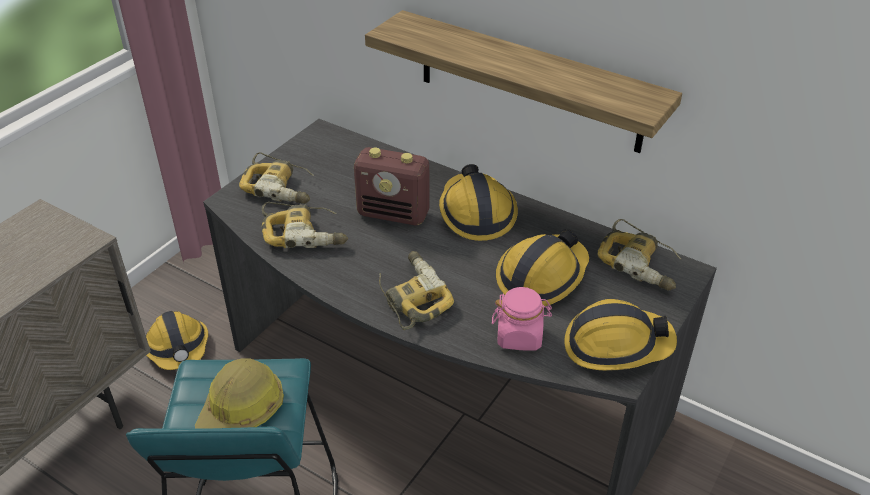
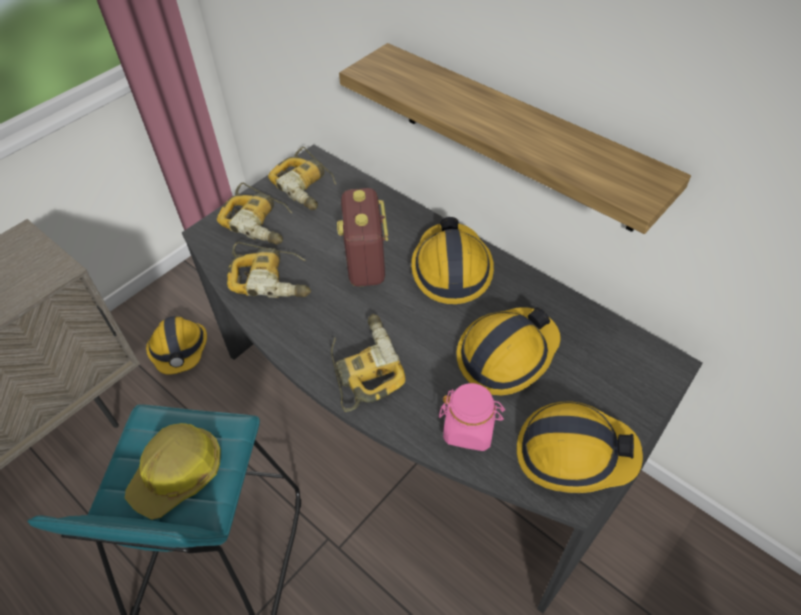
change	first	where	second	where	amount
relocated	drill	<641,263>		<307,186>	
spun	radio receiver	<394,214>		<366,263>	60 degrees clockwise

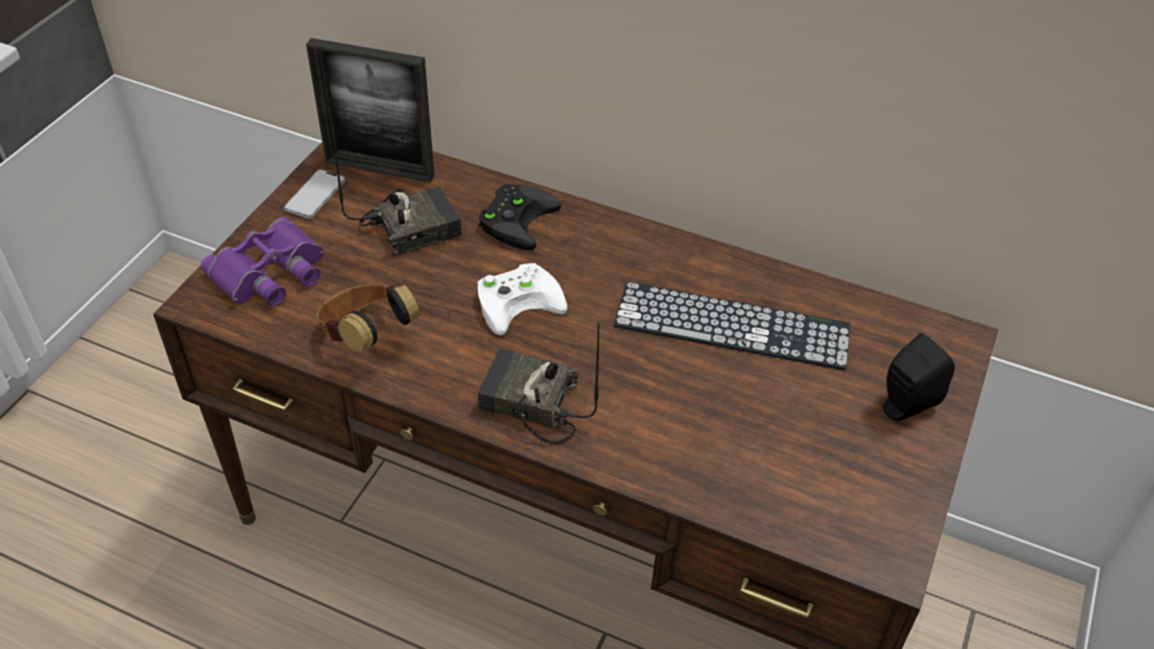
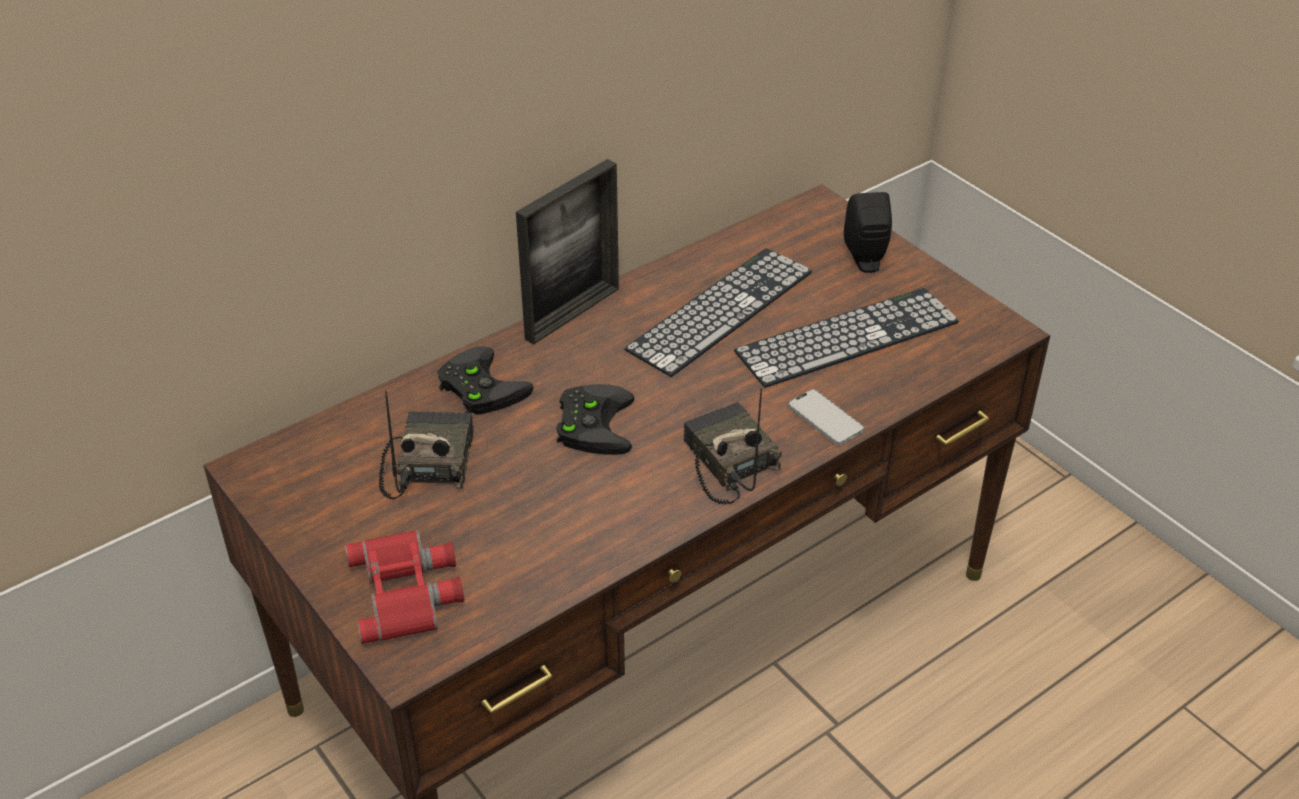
change	first	where	second	where	amount
colour	purplish field glasses	<271,273>	red field glasses	<408,591>	
relocated	standing frame	<380,169>		<572,313>	
colour	white gamepad	<520,299>	black-coloured gamepad	<592,423>	
spun	radio receiver	<529,404>		<726,462>	105 degrees clockwise
appeared			computer keyboard	<847,337>	
relocated	telephone	<315,195>		<825,418>	
missing	headset	<367,337>			

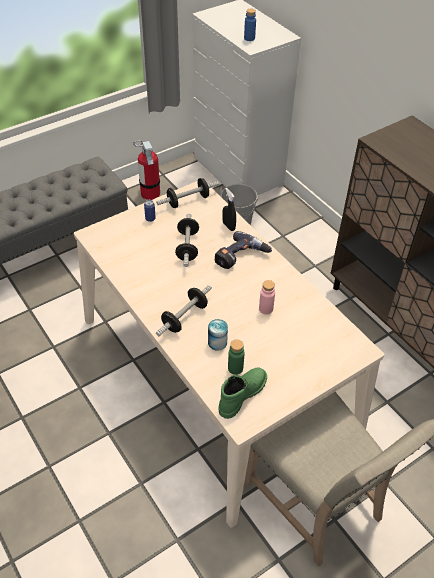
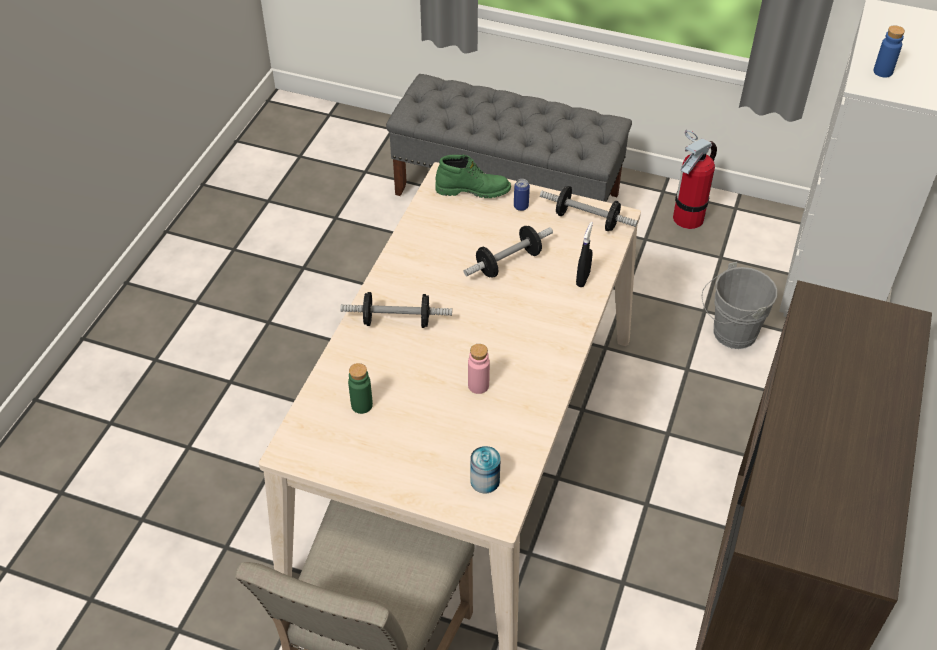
change	first	where	second	where	amount
relocated	green-coloured tall boot	<241,394>		<473,190>	
relocated	metal can	<217,342>		<485,481>	
missing	drill	<241,258>			

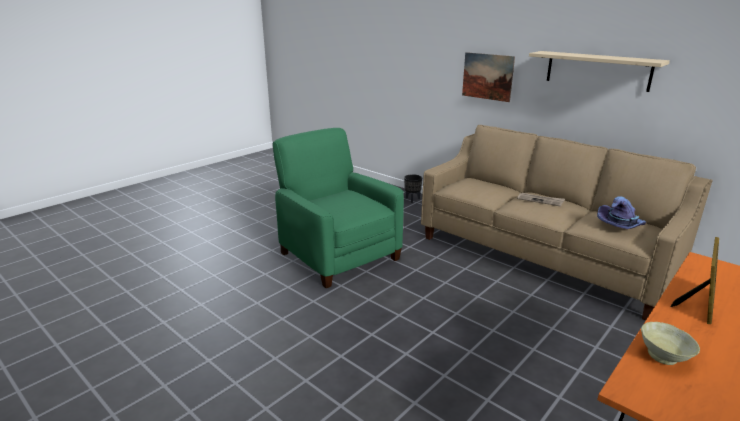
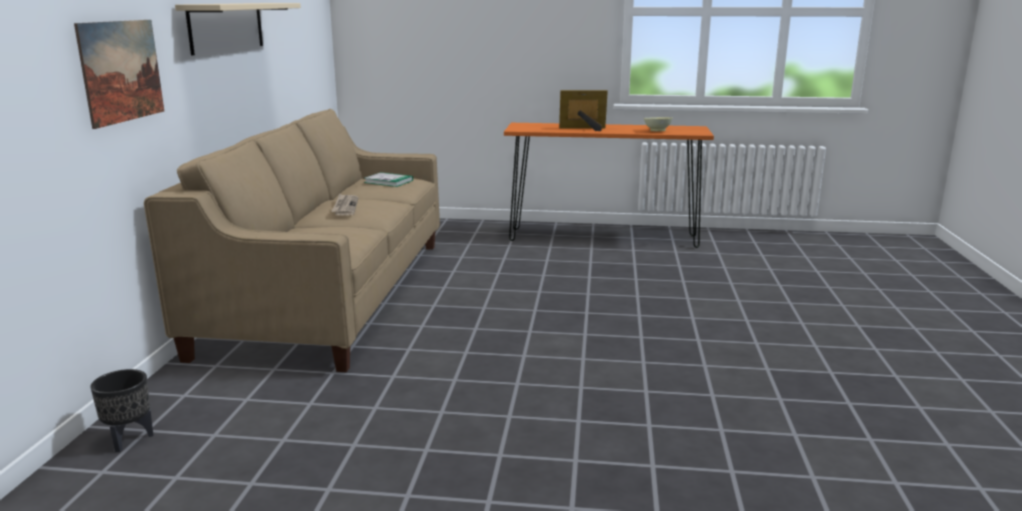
change	first	where	second	where	amount
exchanged	purplish clothing hat	<620,226>	bound book	<388,181>	
missing	green-coloured armchair	<338,255>			

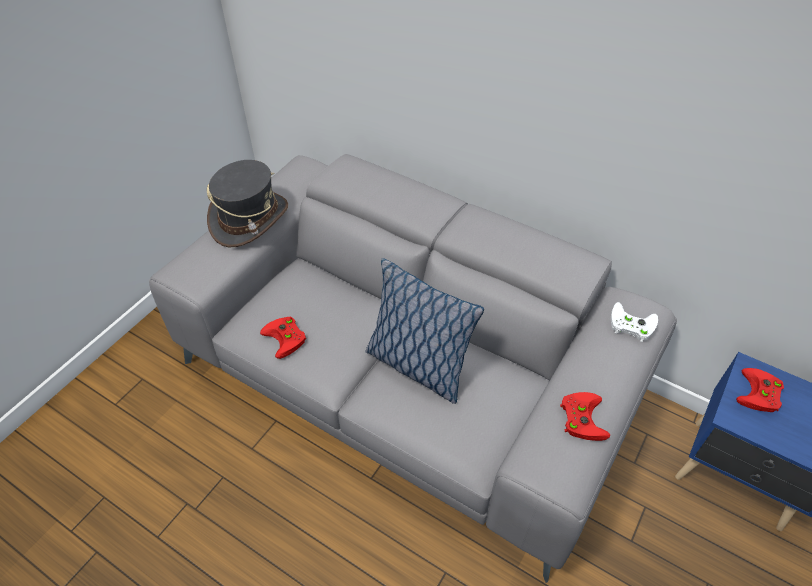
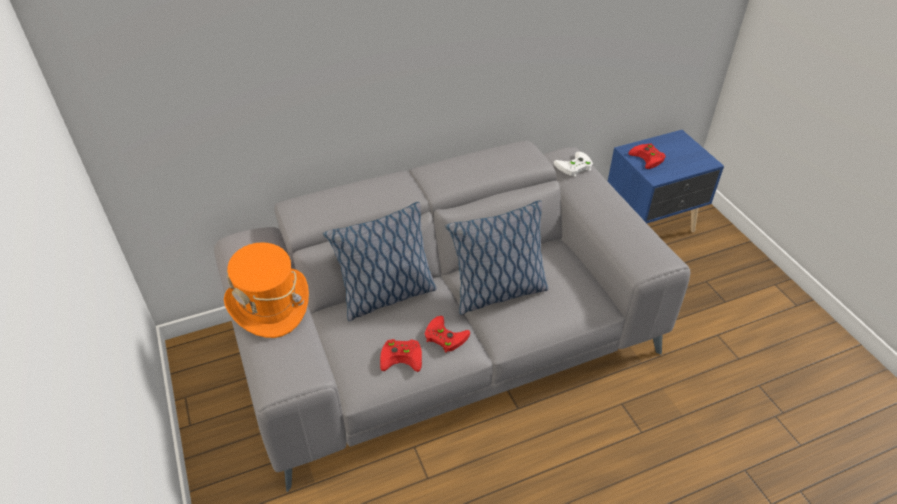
change	first	where	second	where	amount
colour	greyish clothing hat	<249,219>	orange-coloured clothing hat	<269,304>	
appeared			throw pillow	<386,296>	
relocated	red gamepad	<581,417>		<443,336>	

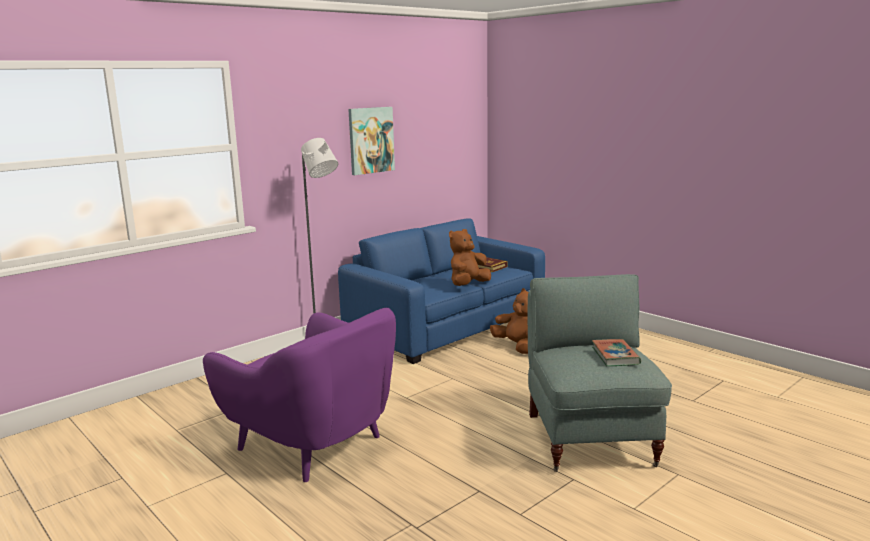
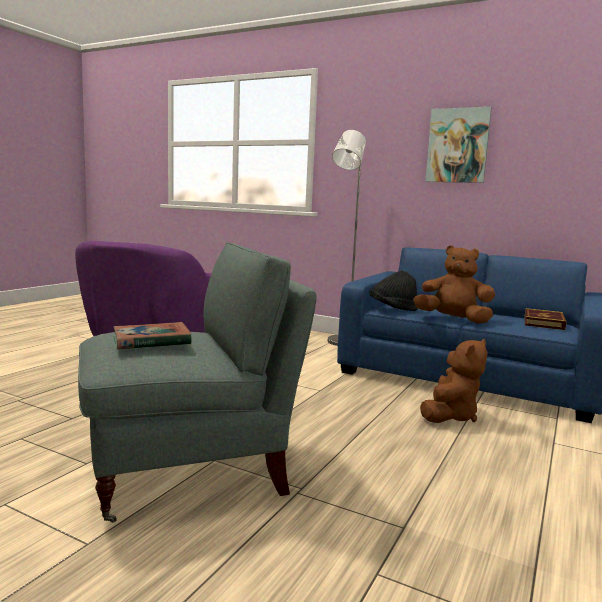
change	first	where	second	where	amount
appeared			black-coloured clothing hat	<392,309>	

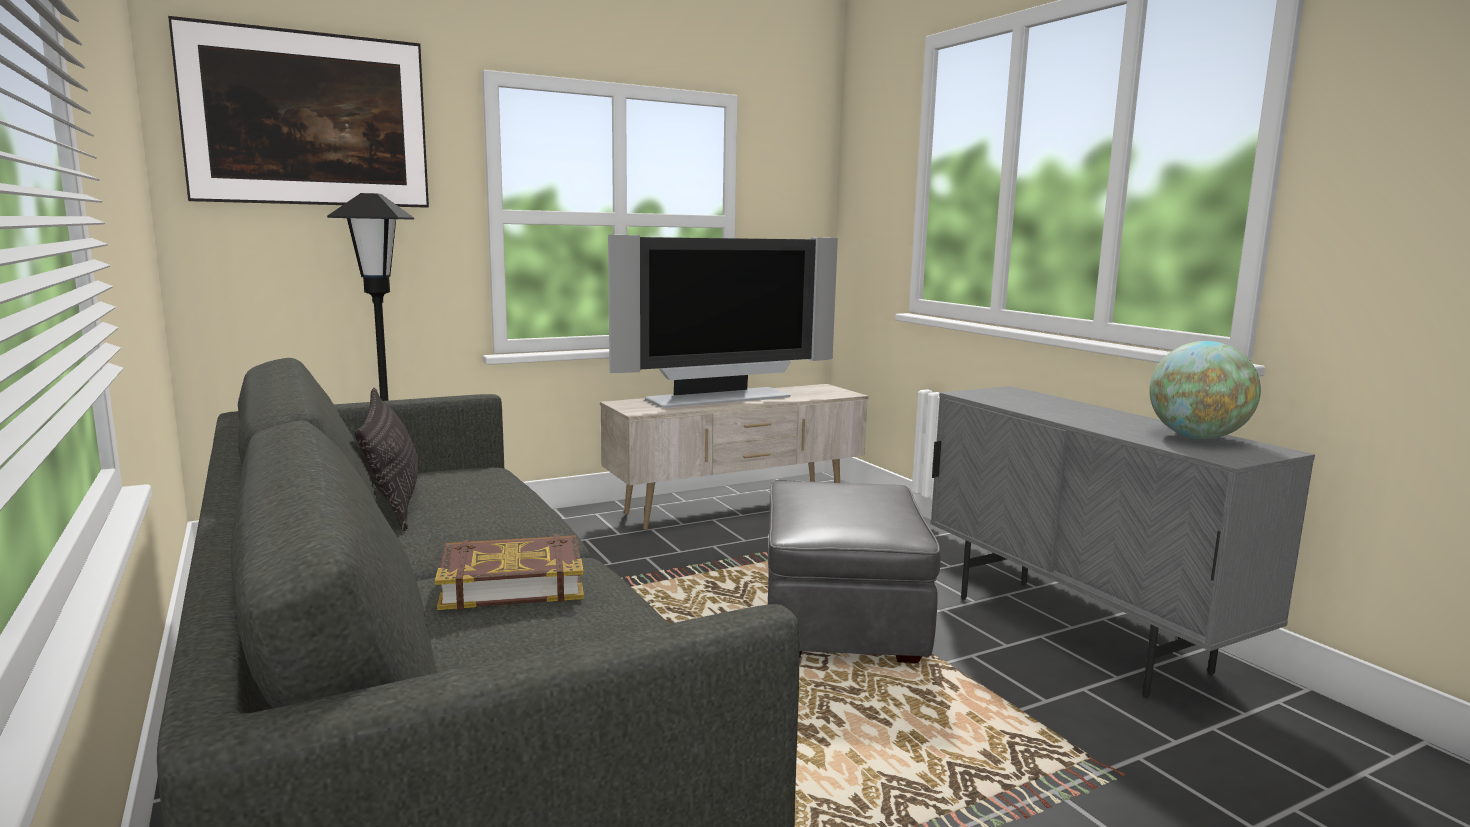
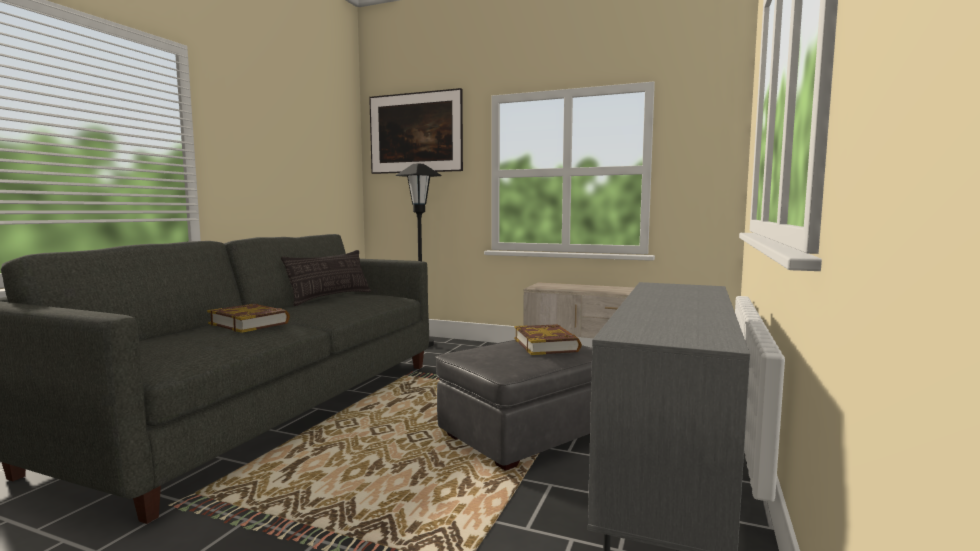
change	first	where	second	where	amount
appeared			bound book	<546,345>	
missing	television	<720,398>			
missing	desk globe	<1197,437>			

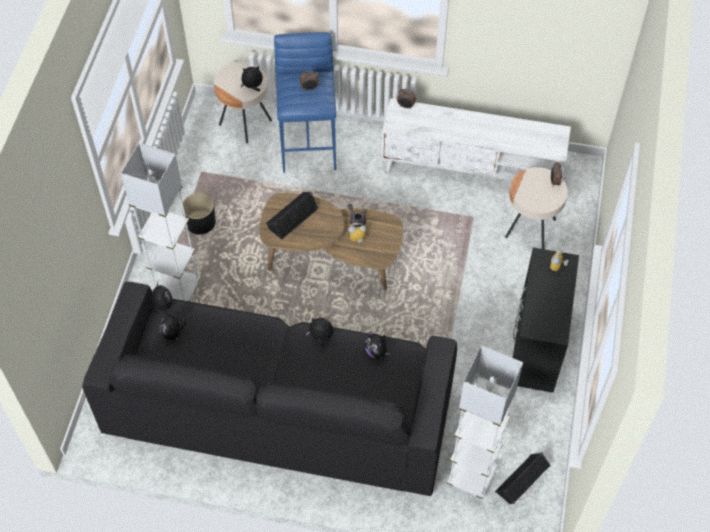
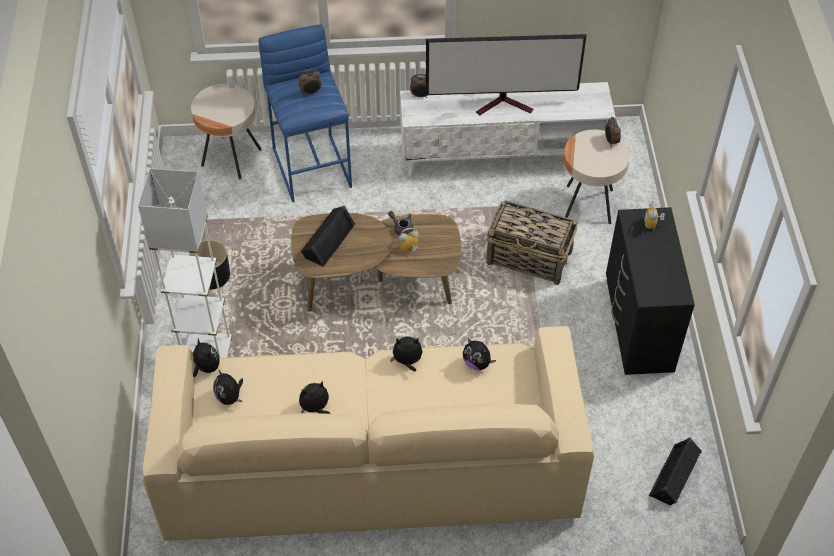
change	first	where	second	where	amount
colour	black-coloured settee	<279,410>	beige settee	<370,464>	
relocated	plush toy	<253,86>		<315,408>	
appeared			television	<505,105>	
appeared			household basket	<530,258>	
missing	white standing lamp	<471,476>			

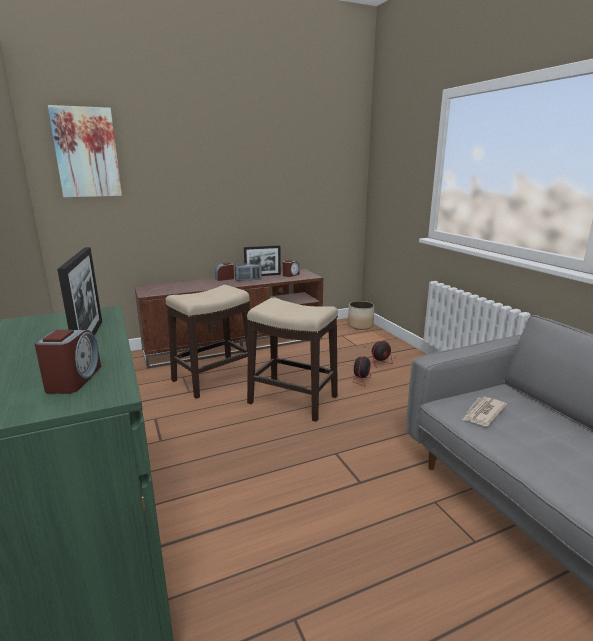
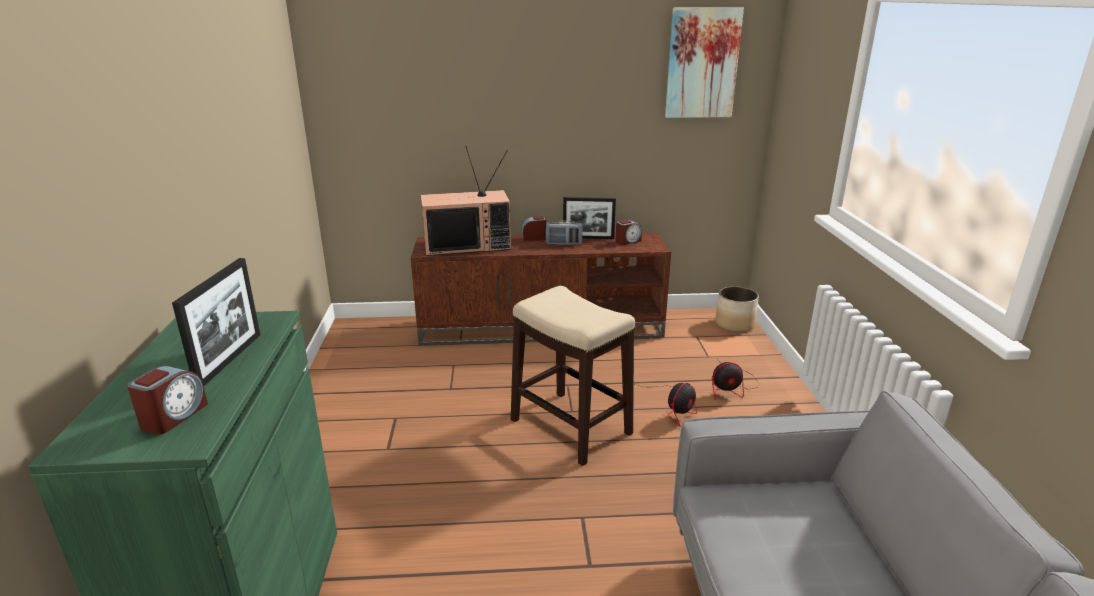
change	first	where	second	where	amount
appeared			television	<468,245>	
relocated	picture	<86,153>		<702,63>	
missing	stool seat	<214,378>			
missing	daily paper	<482,413>			

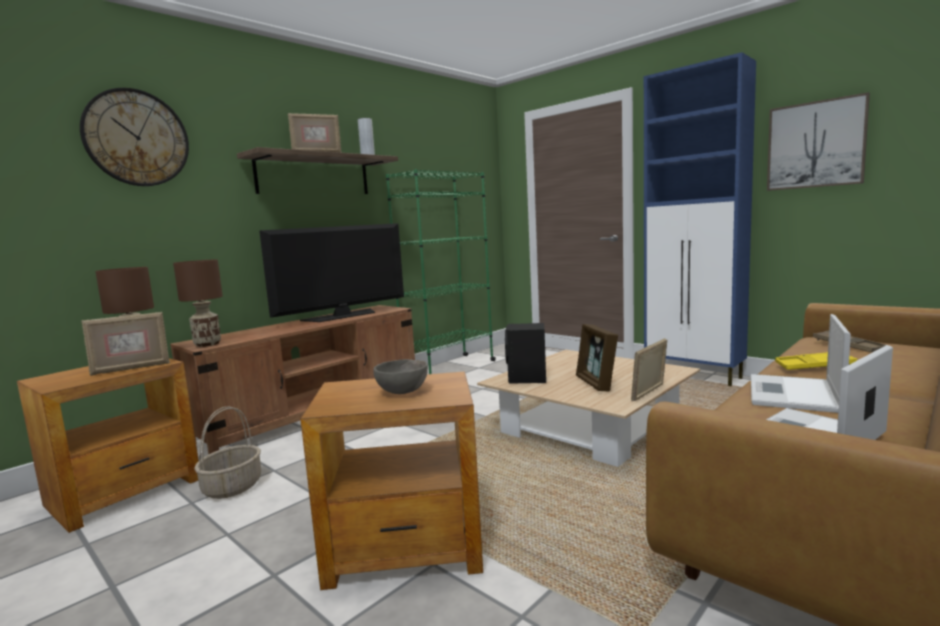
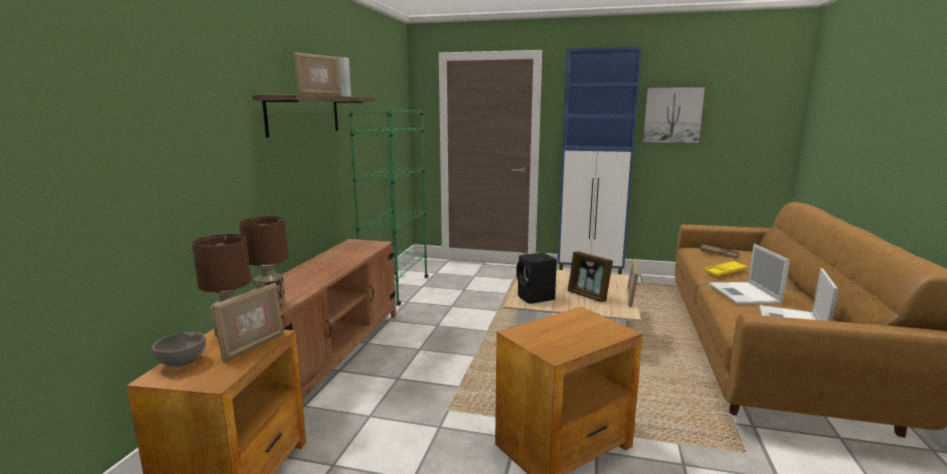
change	first	where	second	where	amount
relocated	greyish bowl	<403,392>		<183,363>	
missing	wall clock	<136,138>			
missing	household basket	<232,487>			
missing	television	<342,316>			

